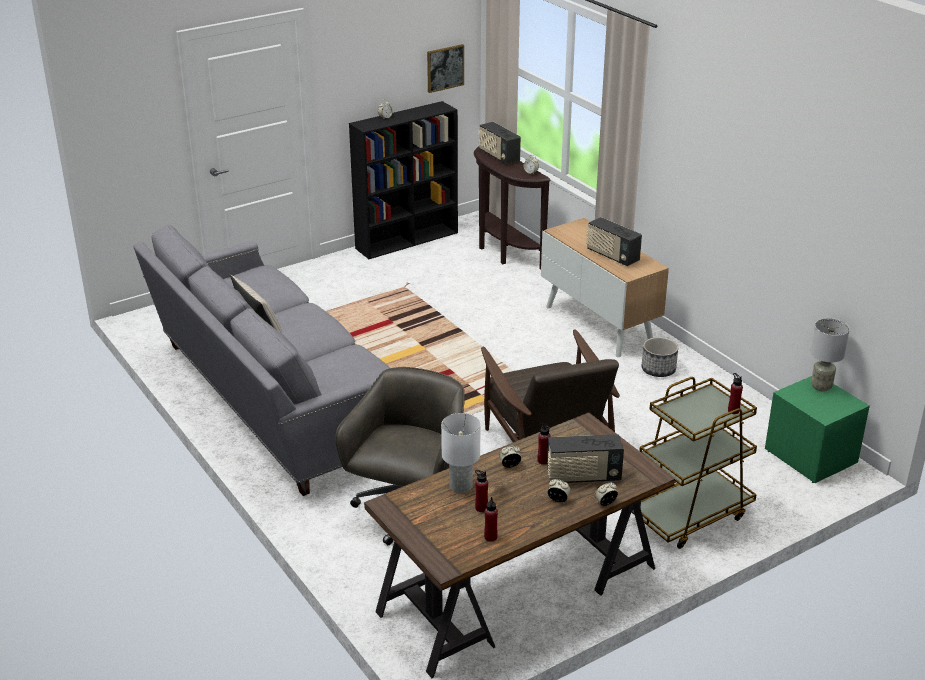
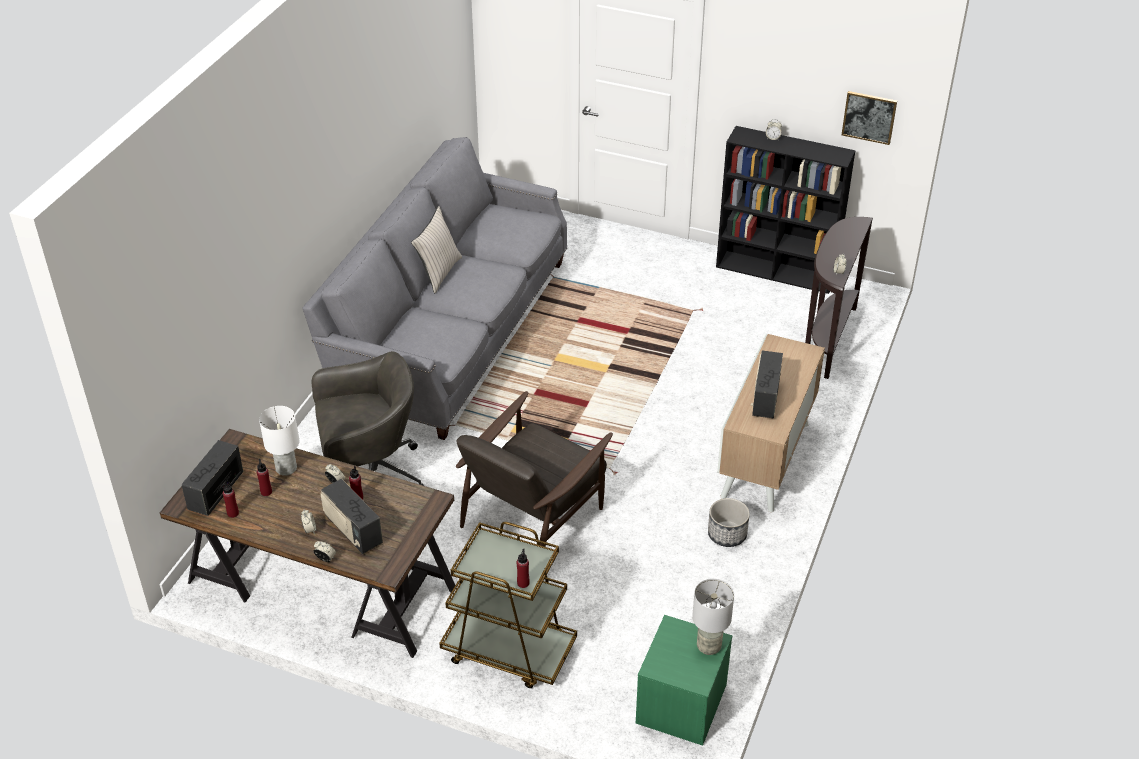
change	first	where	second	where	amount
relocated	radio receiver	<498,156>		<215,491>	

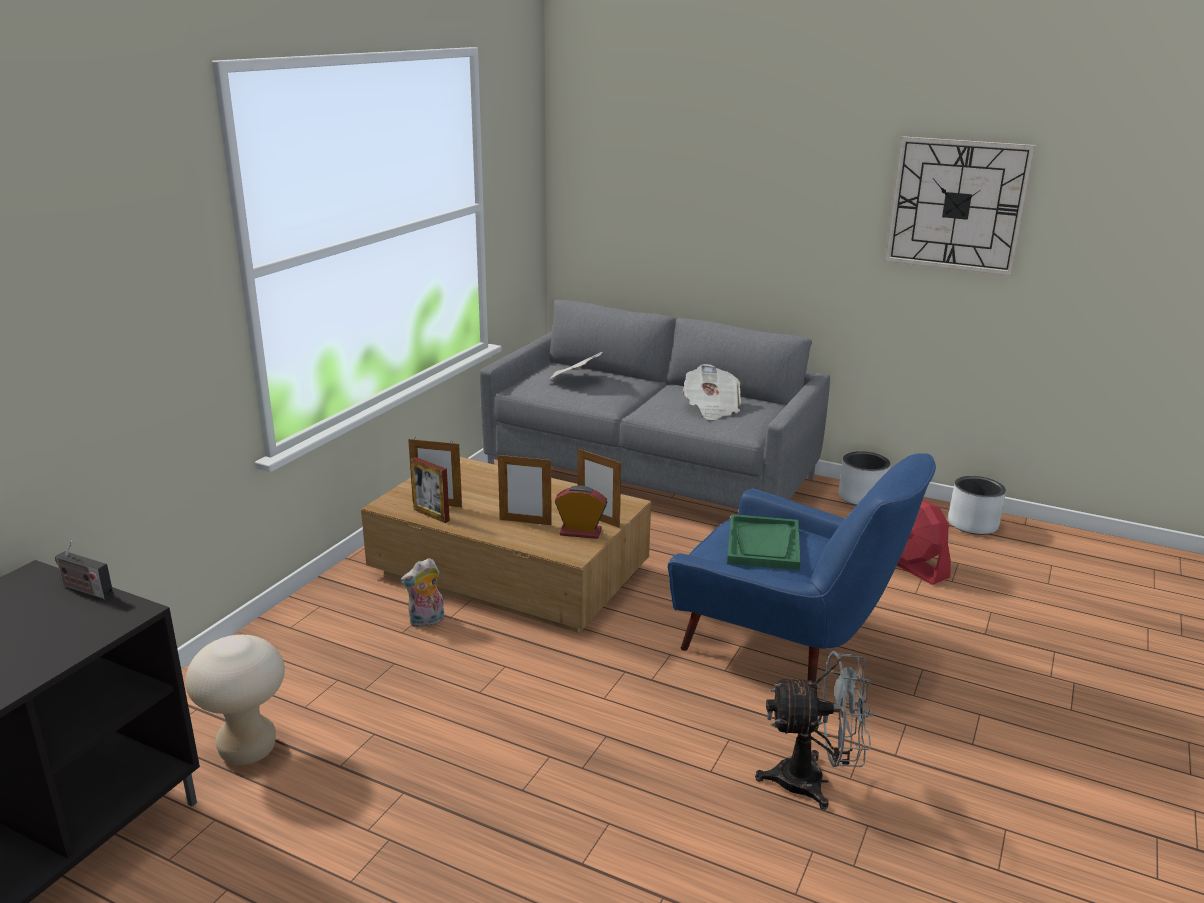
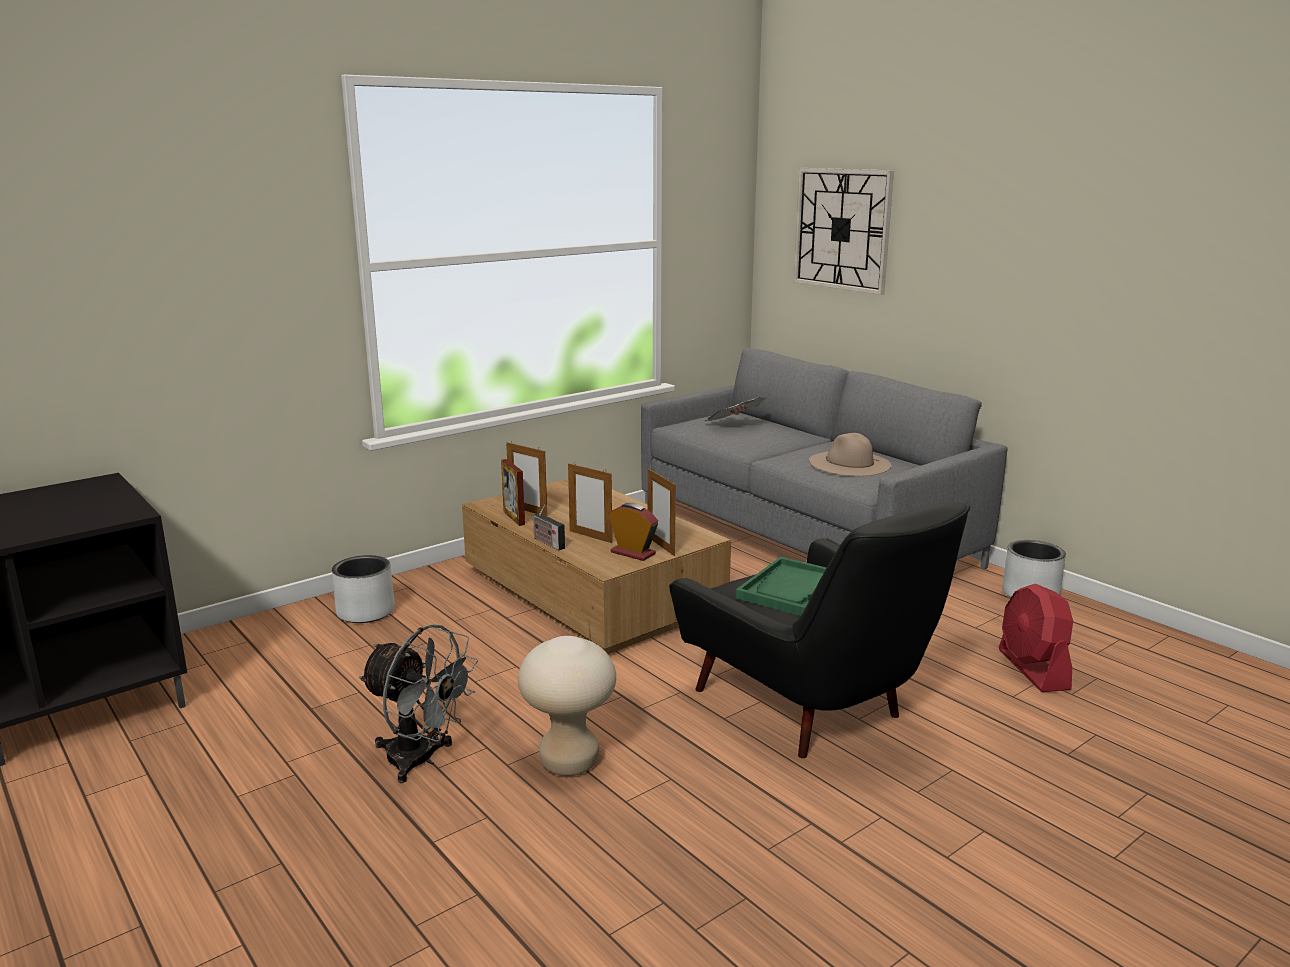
change	first	where	second	where	amount
relocated	greyish plant pot	<972,524>		<366,612>	
relocated	greyish fan	<813,781>		<421,760>	
relocated	beige stool seat	<248,750>		<569,762>	
relocated	radio receiver	<84,589>		<547,542>	
colour	bluish armchair	<786,644>	black-coloured armchair	<812,710>	
relocated	wall clock	<957,205>		<842,229>	
exchanged	daily paper	<711,408>	beige clothing hat	<849,463>	
missing	plush toy	<426,621>			

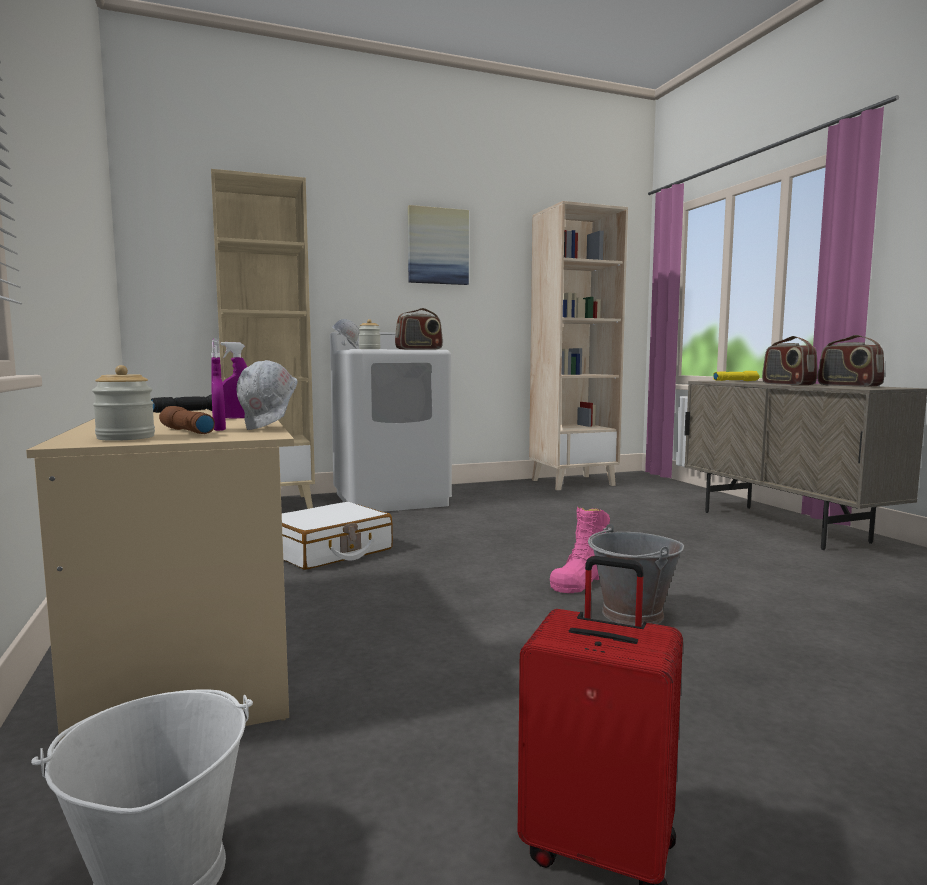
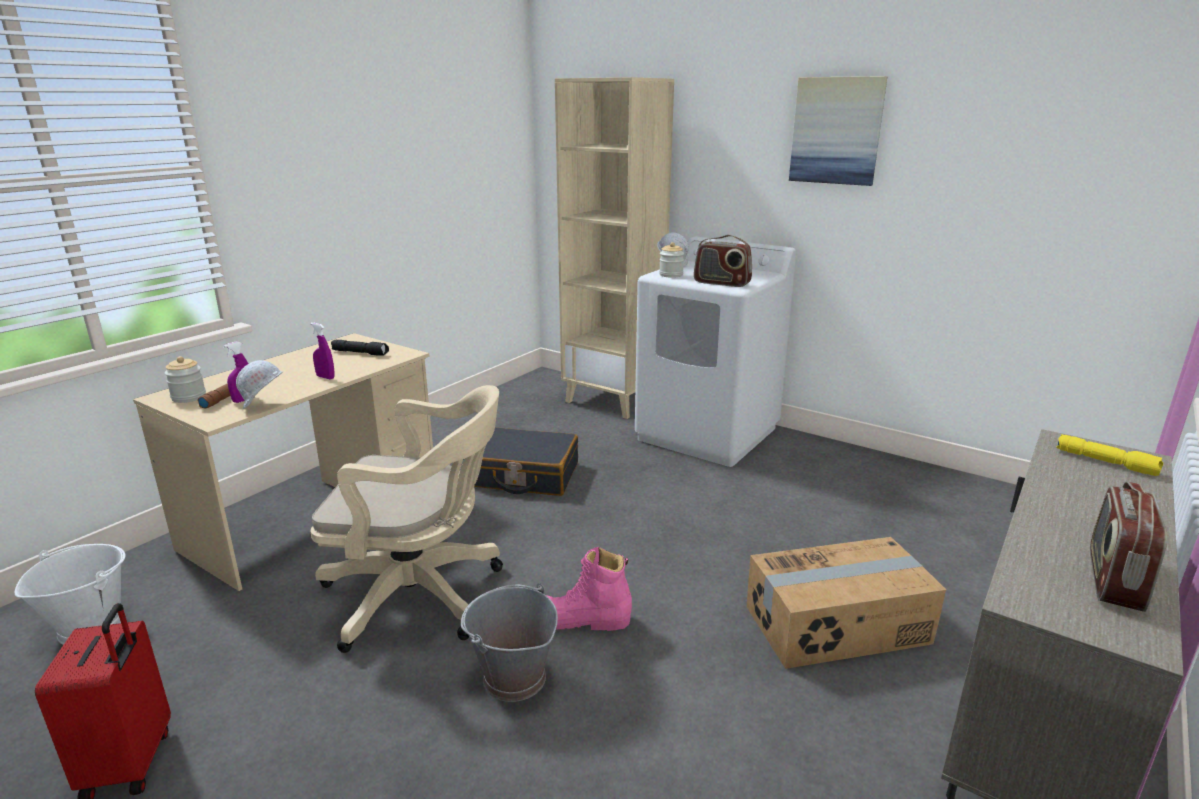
change	first	where	second	where	amount
appeared			beige desk chair	<422,595>	
colour	white suitcase	<329,551>	black-coloured suitcase	<526,475>	
appeared			cardboard box	<837,625>	
missing	beige bookcase	<573,482>			
missing	radio receiver	<787,384>			

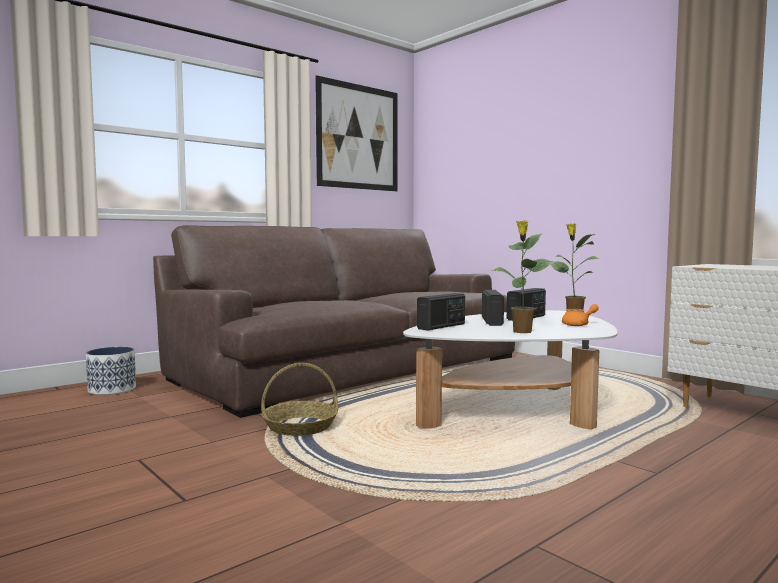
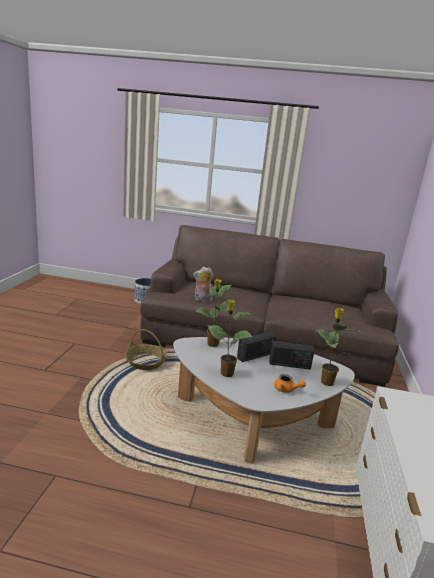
change	first	where	second	where	amount
appeared			plush toy	<202,300>	
exchanged	radio receiver	<441,326>	potted plant	<212,344>	
missing	picture	<358,137>			

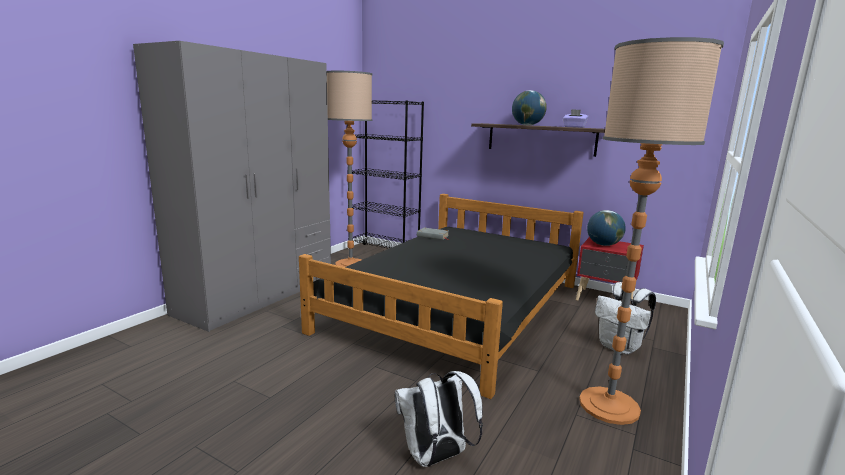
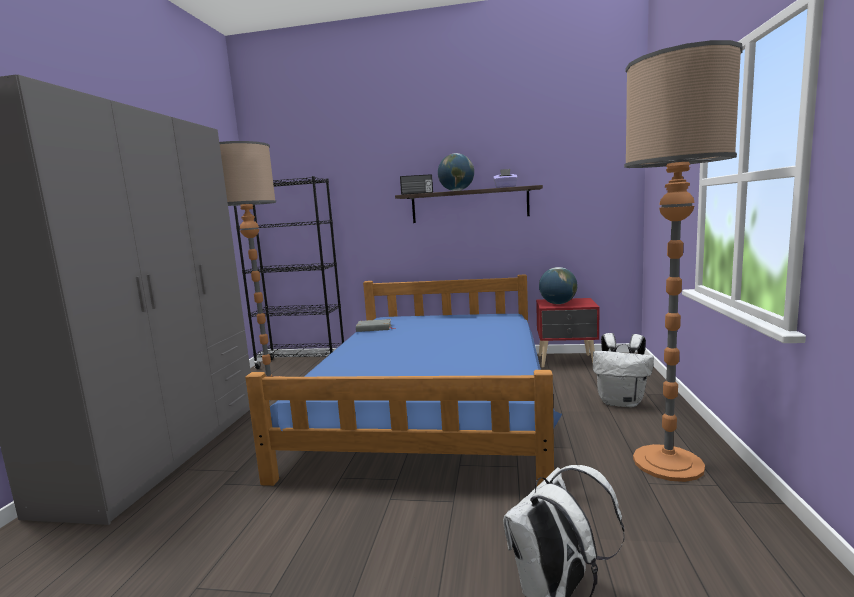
change	first	where	second	where	amount
colour	black-coloured bed	<457,307>	bluish bed	<432,403>	
appeared			radio receiver	<417,193>	

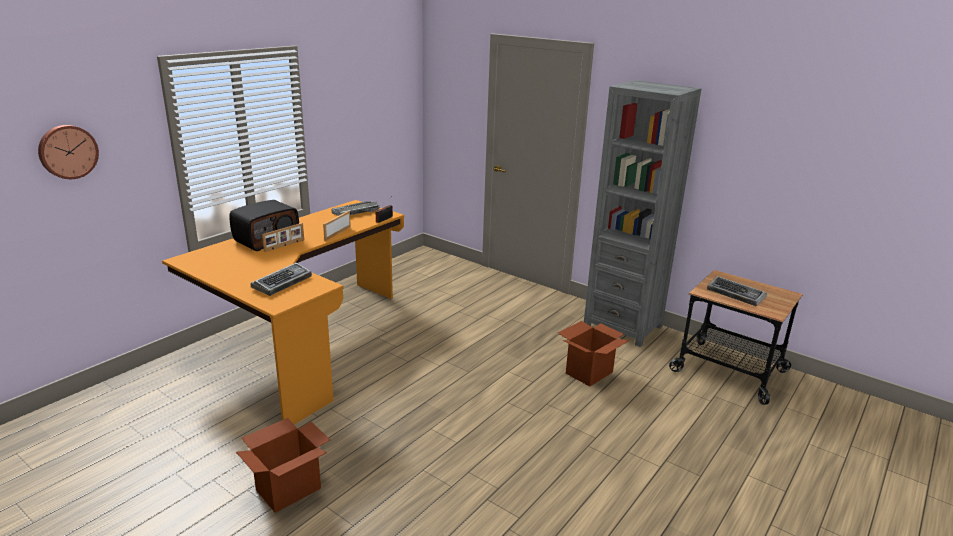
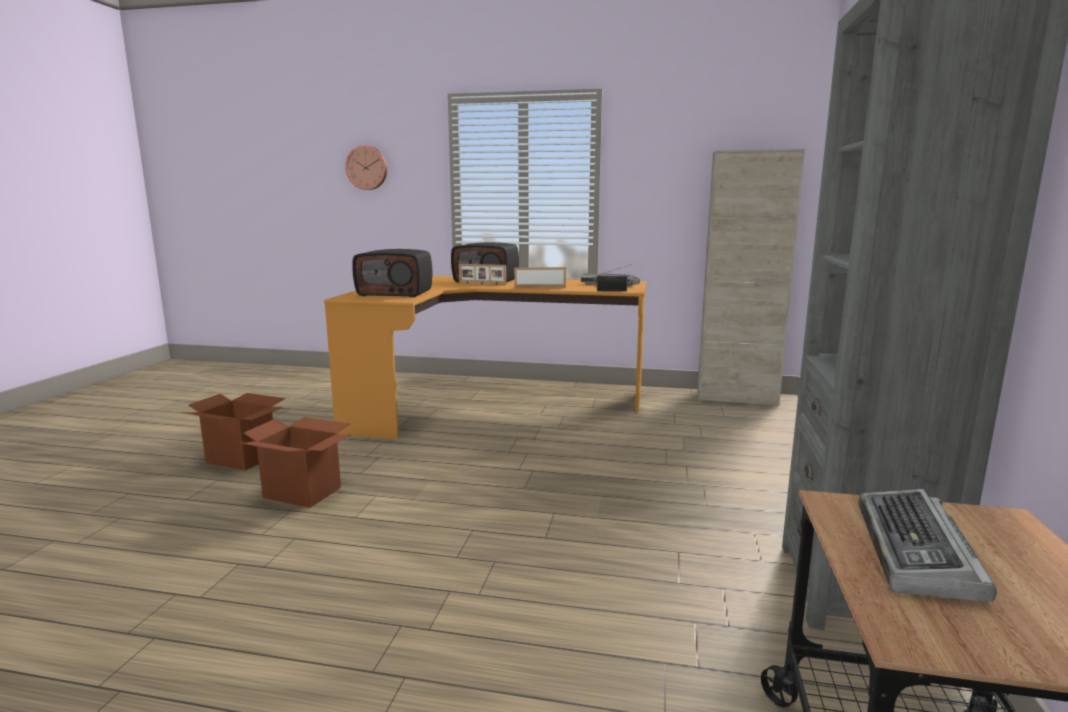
change	first	where	second	where	amount
relocated	cardboard box	<589,372>		<303,492>	
exchanged	computer keyboard	<282,283>	radio receiver	<395,293>	
appeared			beige cupboard	<736,398>	

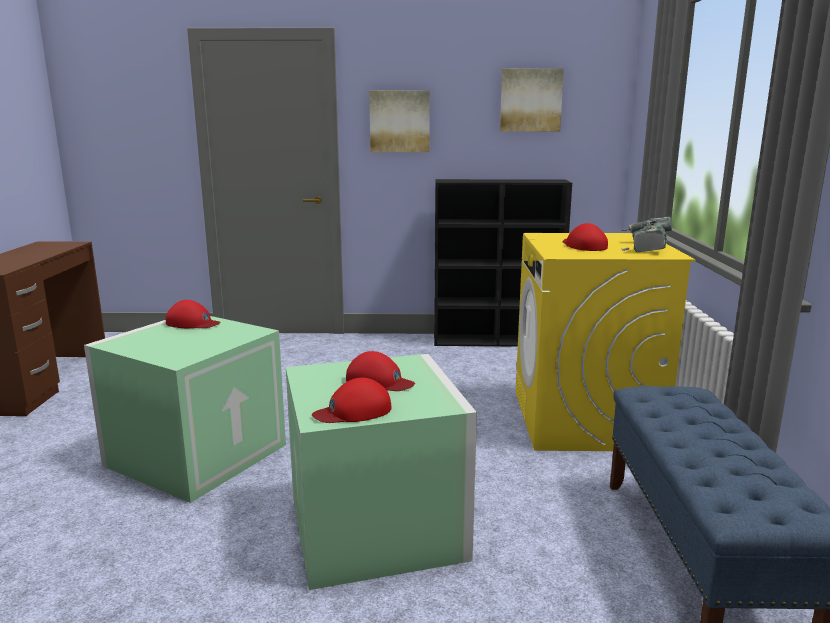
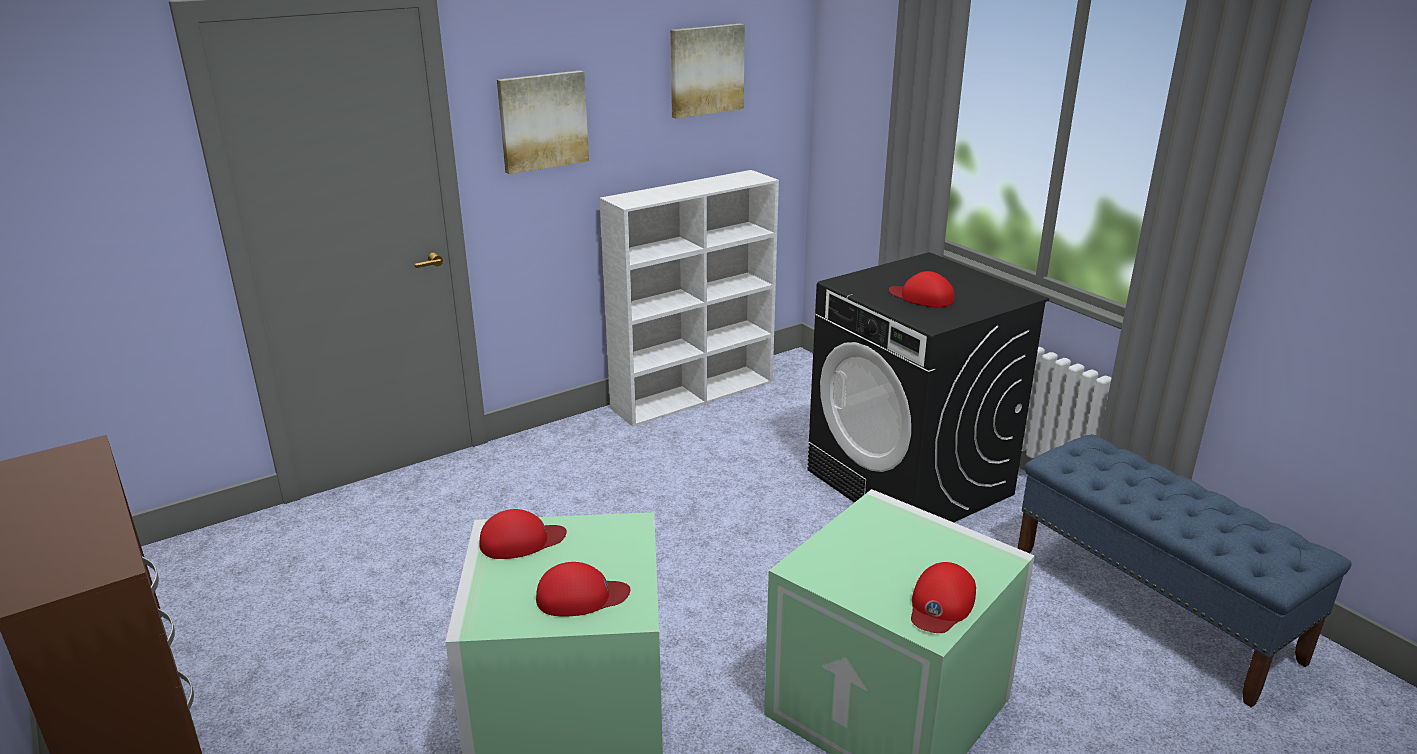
change	first	where	second	where	amount
relocated	red peaked cap	<379,381>		<581,596>	
colour	black-coloured bookcase	<497,340>	white bookcase	<694,394>	
colour	yellow-coloured laundry appliance	<585,420>	black-coloured laundry appliance	<910,483>	
missing	drill	<643,247>			

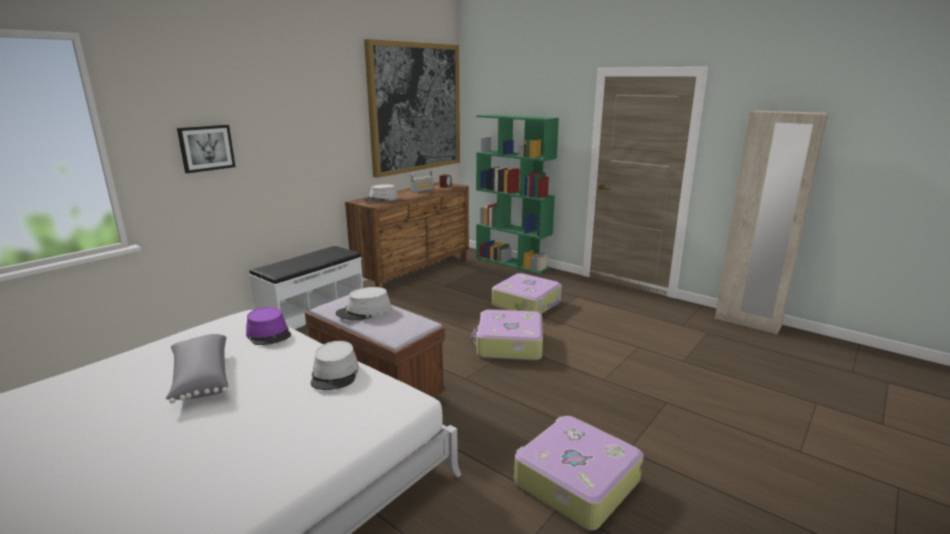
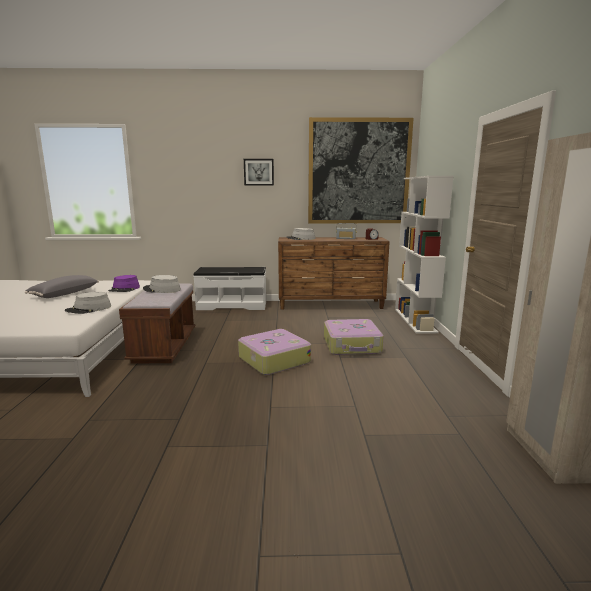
change	first	where	second	where	amount
relocated	picture	<206,148>		<258,172>	
colour	green-coloured bookcase	<513,263>	white bookcase	<415,320>	
missing	suitcase	<575,482>			

